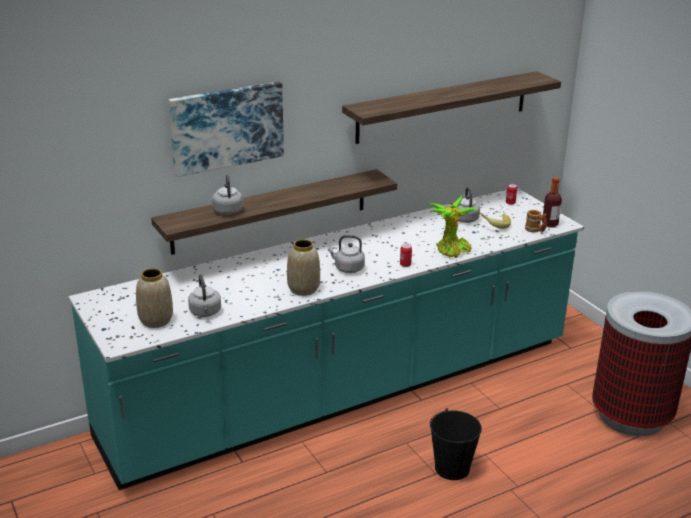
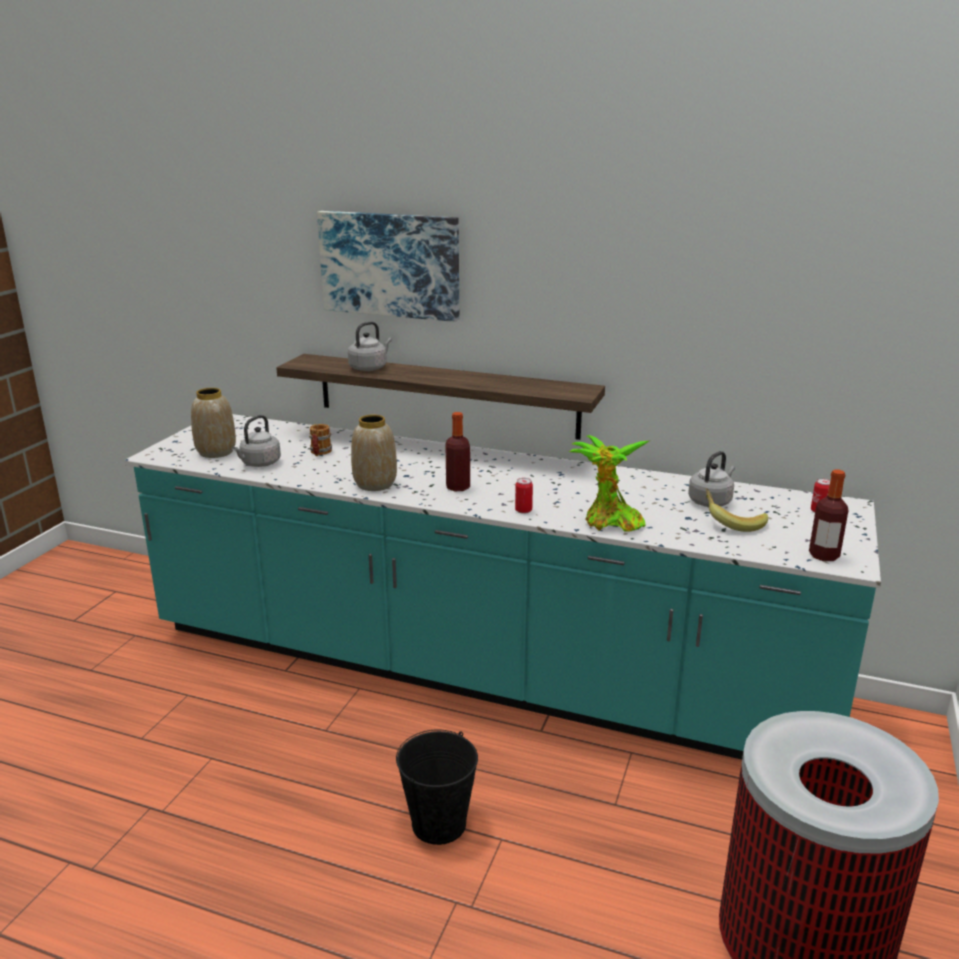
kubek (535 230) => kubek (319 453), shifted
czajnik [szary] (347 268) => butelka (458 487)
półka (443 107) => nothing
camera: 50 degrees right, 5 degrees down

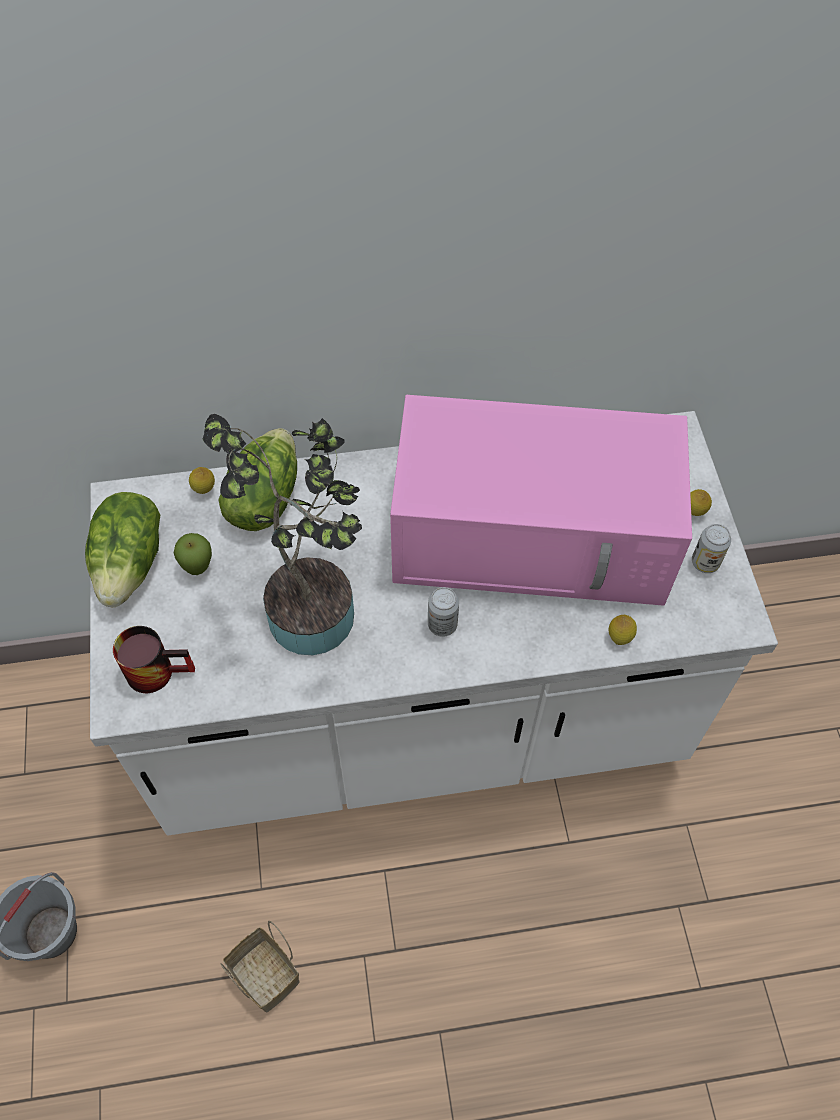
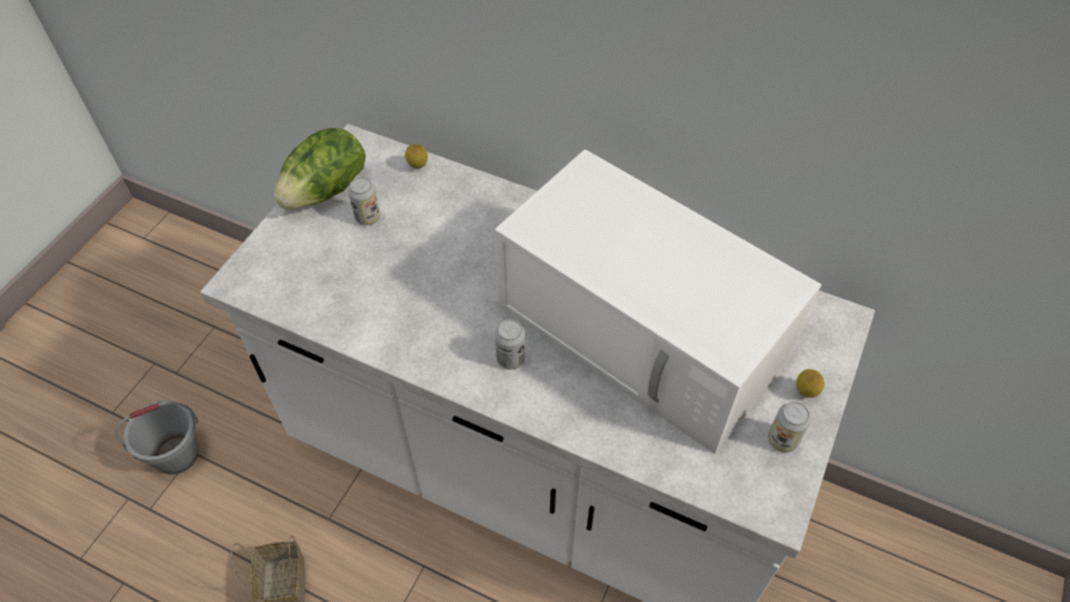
jabłko (198 568) => puszka (368 217)
mikrofalówka [różowy] (535 534) => mikrofalówka [biały] (645 332)
kubek (158 668) => nothing
roślina doniczkowa (314 607) => nothing
sałata (263 499) => nothing
cytryna (619 638) => nothing
camera: 35 degrees right, 5 degrees down

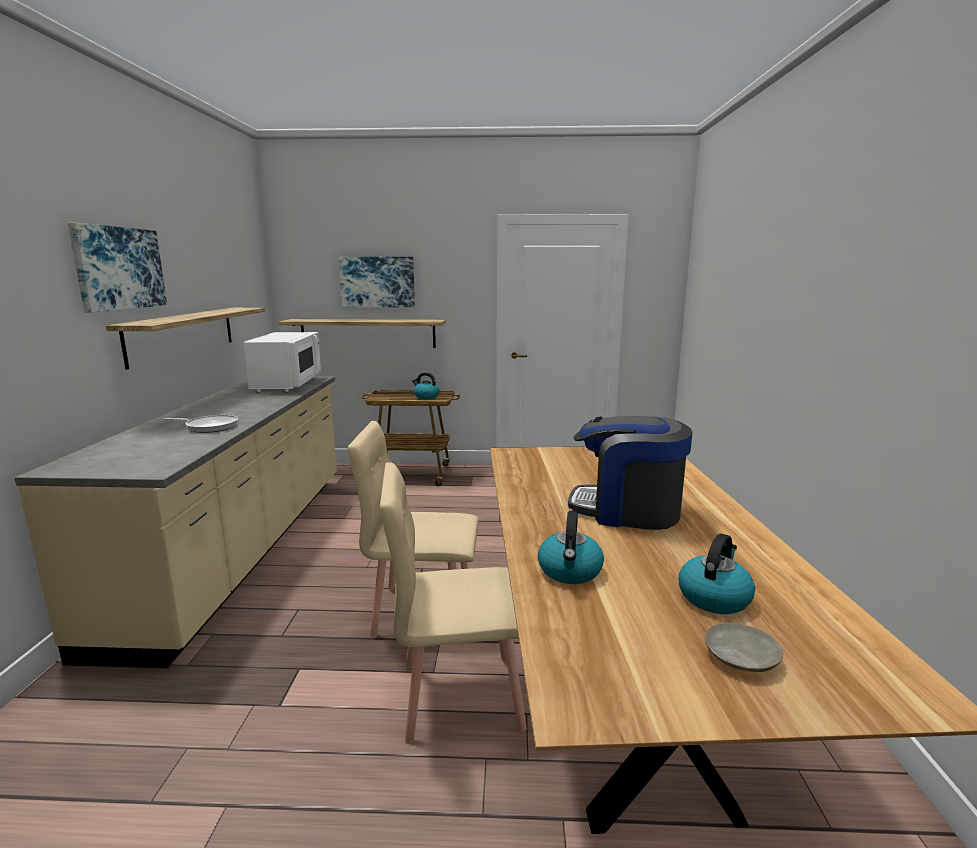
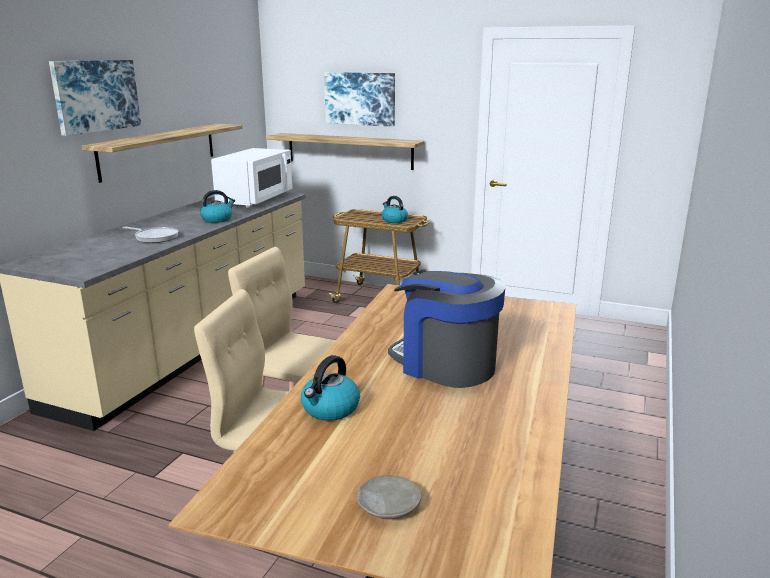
czajnik (714 597) => czajnik (217 219), shifted
camera: 20 degrees right, 5 degrees up

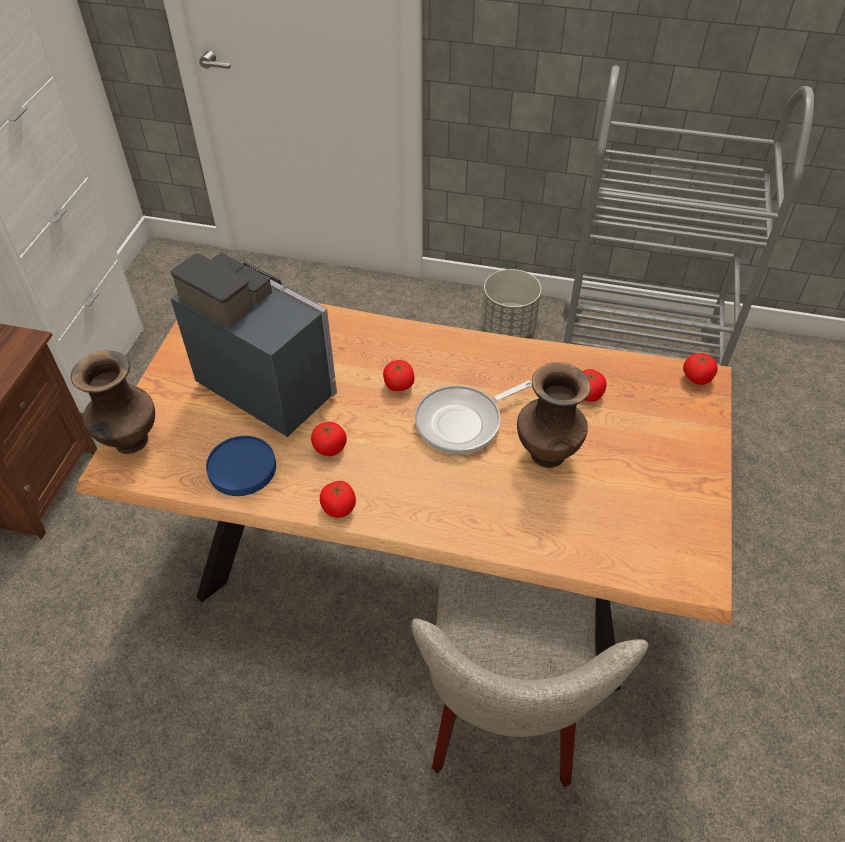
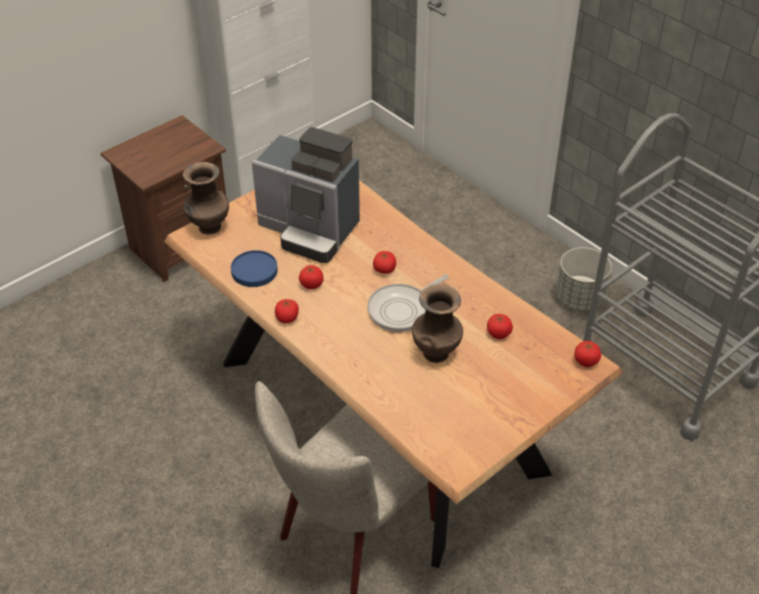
ekspres do kawy (268 381) => ekspres do kawy (310 230), 135 degrees clockwise
patelnia (463 422) => patelnia (402 309), 45 degrees counterclockwise
camera: 35 degrees right, 5 degrees down

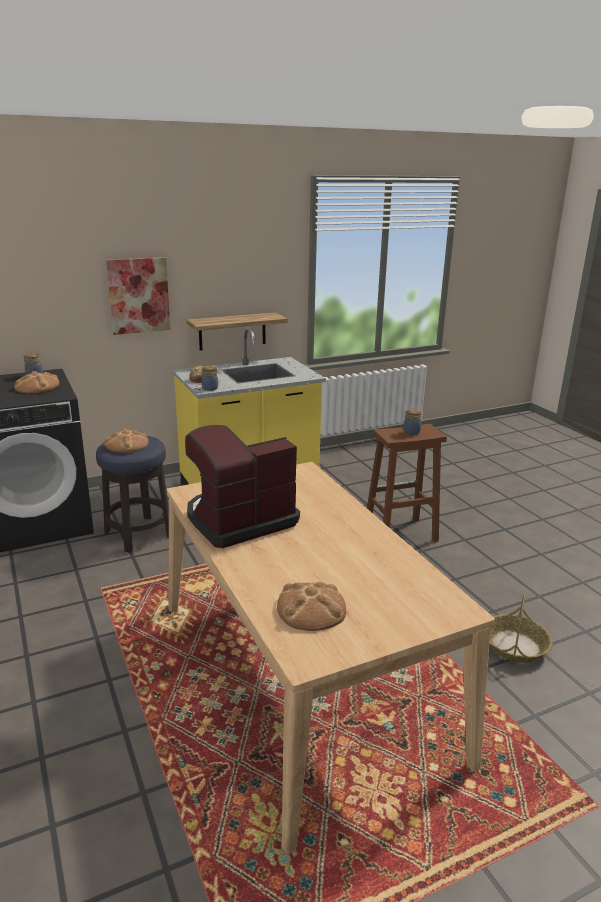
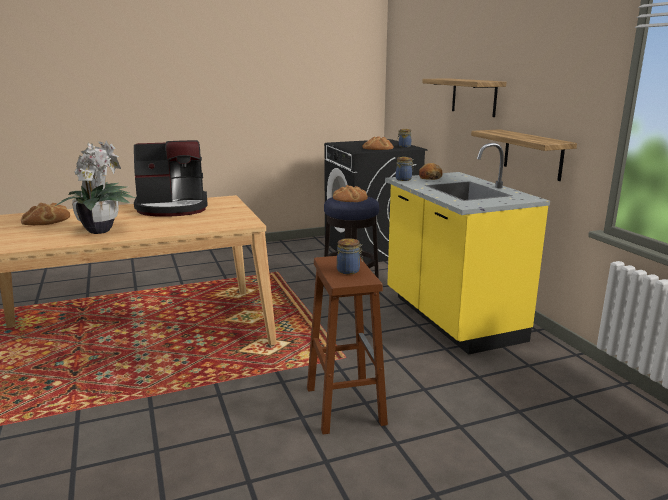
nothing => roślina doniczkowa (101 230)
ekspres do kawy (239 520) => ekspres do kawy (173 208), 105 degrees clockwise
obraz (139 295) => półka (474 97)
koszyk (515 645) => nothing
camera: 95 degrees right, 5 degrees down

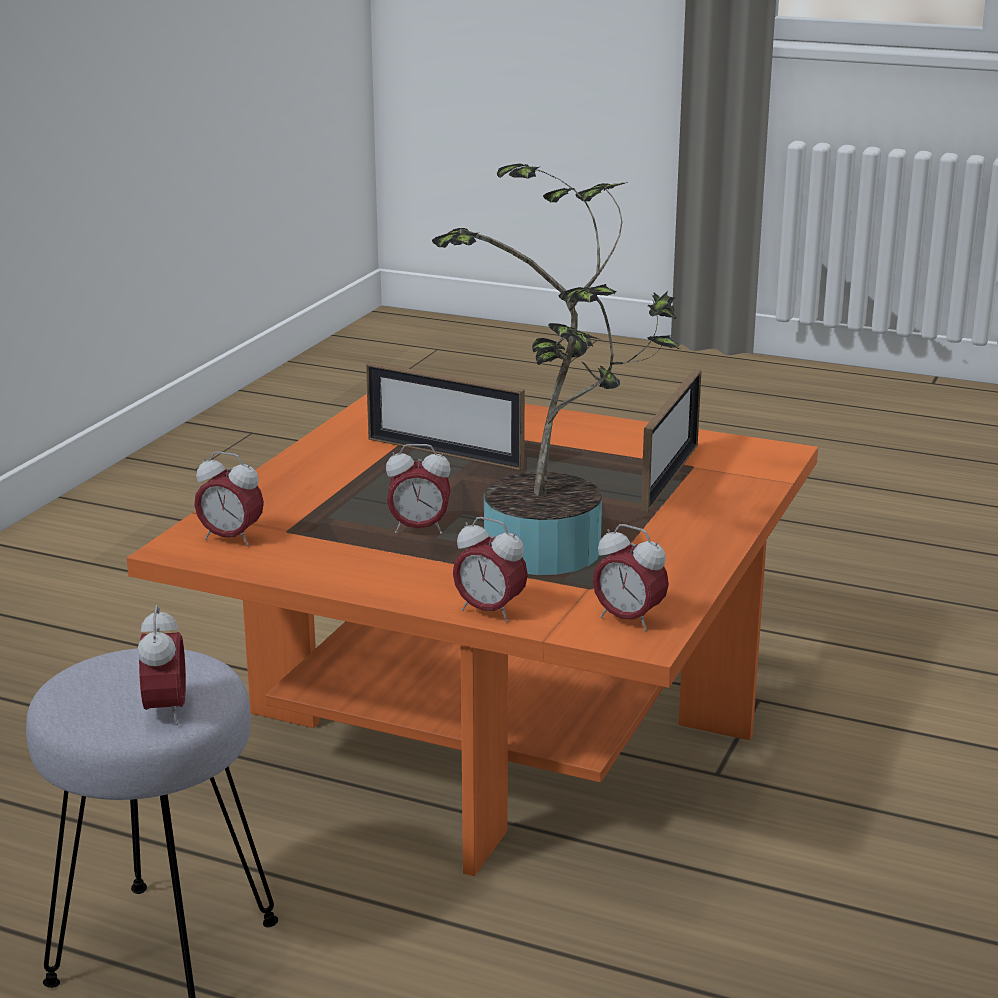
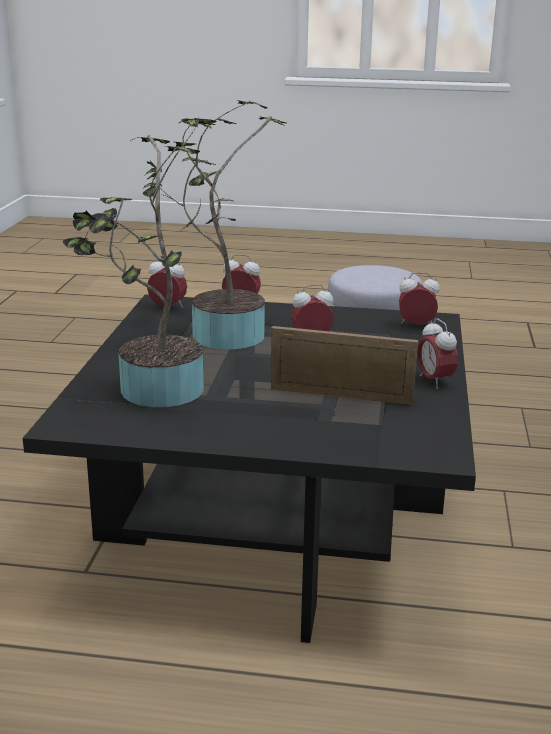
ława [pomarańczowy] (499 723) => ława [czarny] (273 525)
ramka na zdjęcie (670 477) => roślina doniczkowa (154 392)
budzik (166 711) => budzik (434 381), shifted
camera: 165 degrees right, 0 degrees up

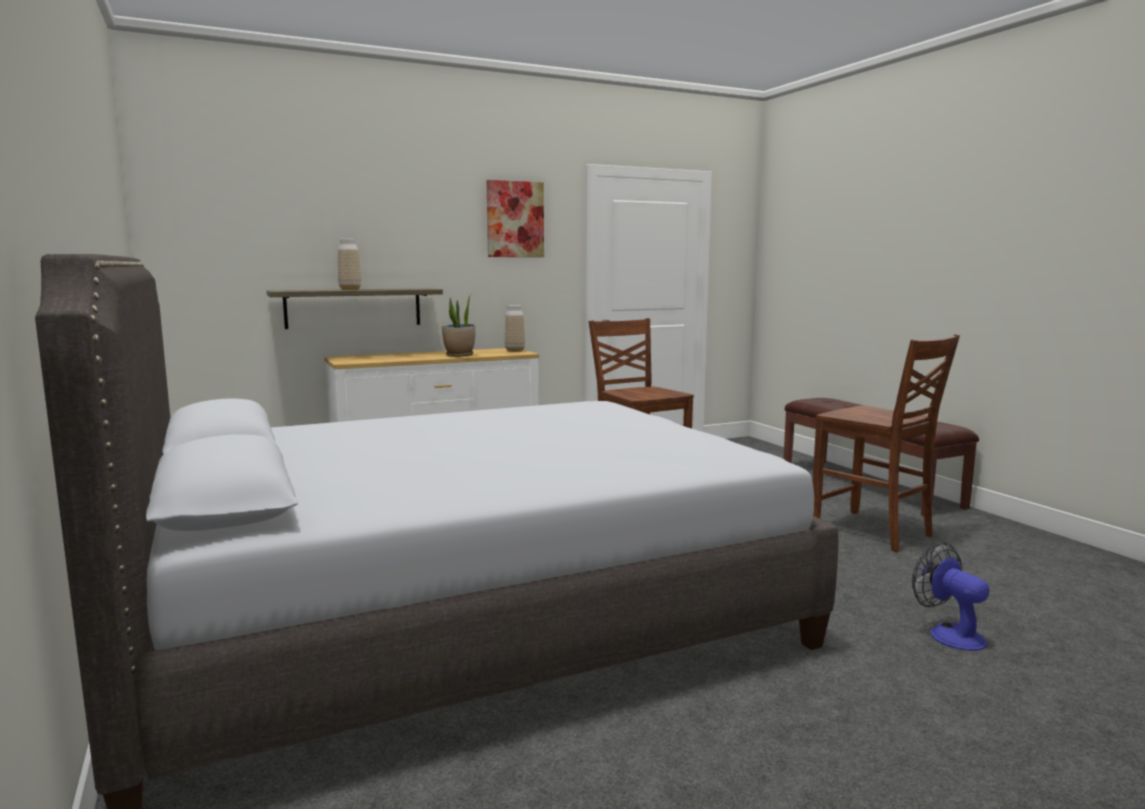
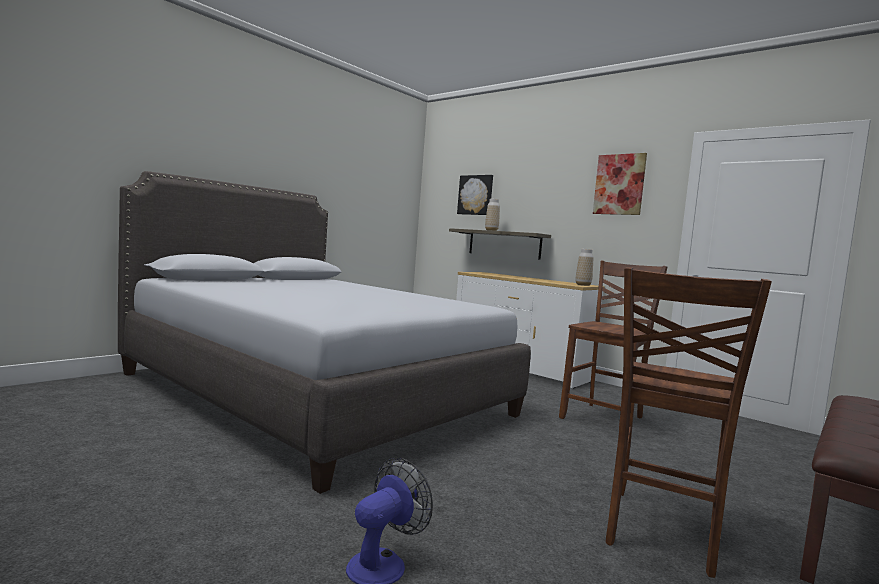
nothing => obraz (476 195)
roślina doniczkowa (459 355) => nothing
camera: 65 degrees right, 5 degrees down

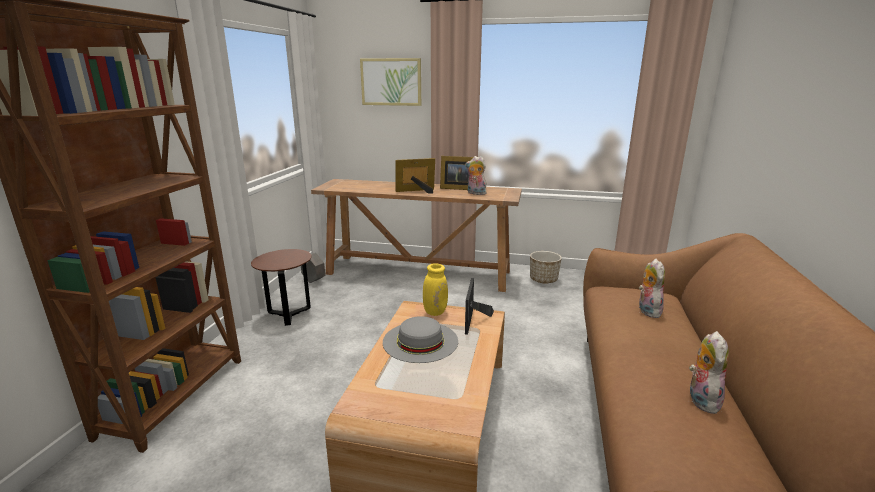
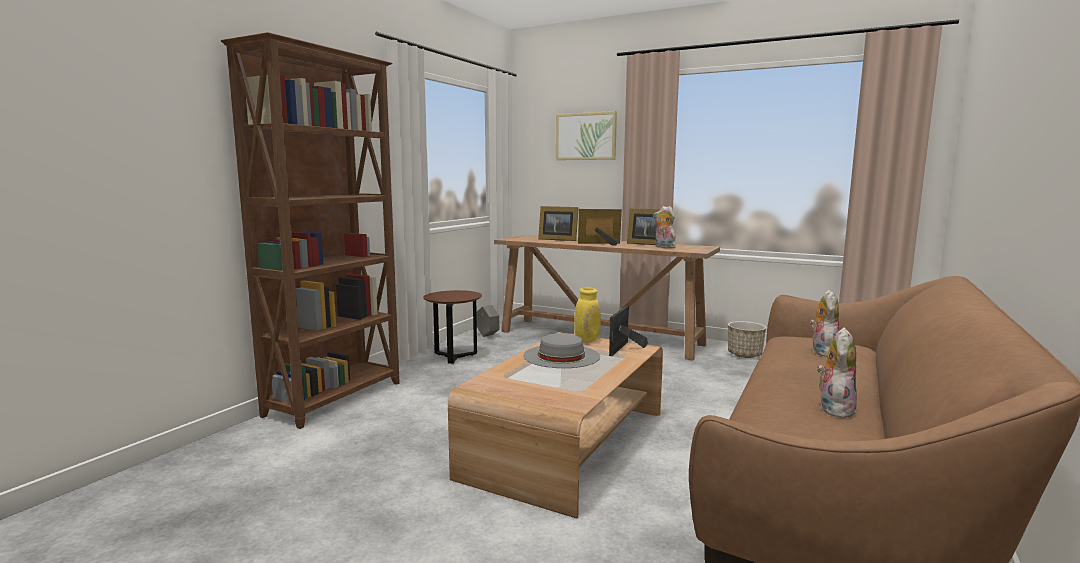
nothing => ramka na zdjęcie (557 239)
camera: 15 degrees right, 10 degrees down

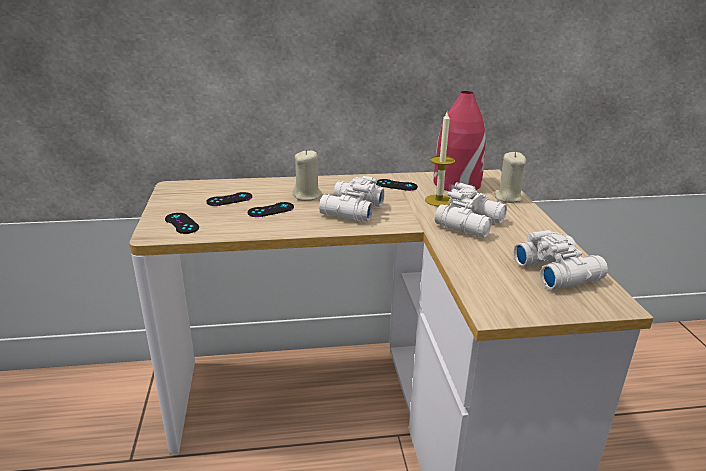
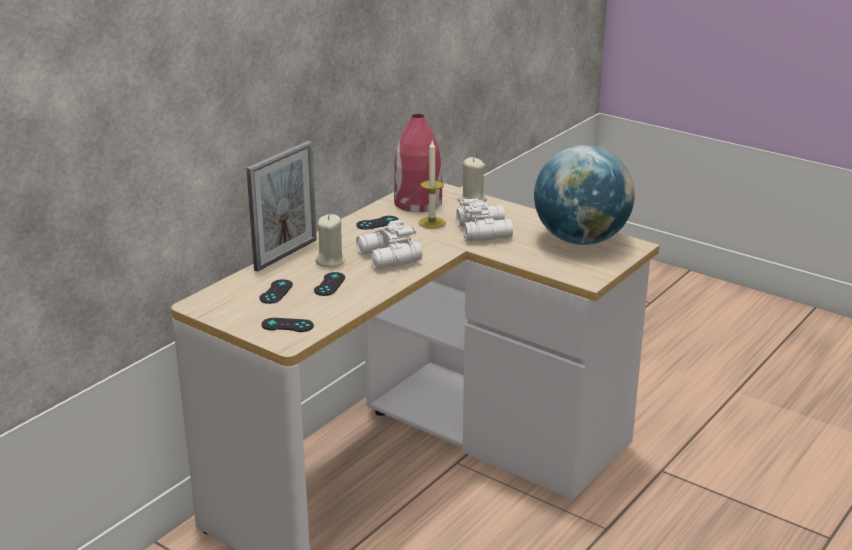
nothing => ramka na zdjęcie (286 254)
lornetka [biały] (557 271) => globus (581 240)
camera: 45 degrees left, 0 degrees up

